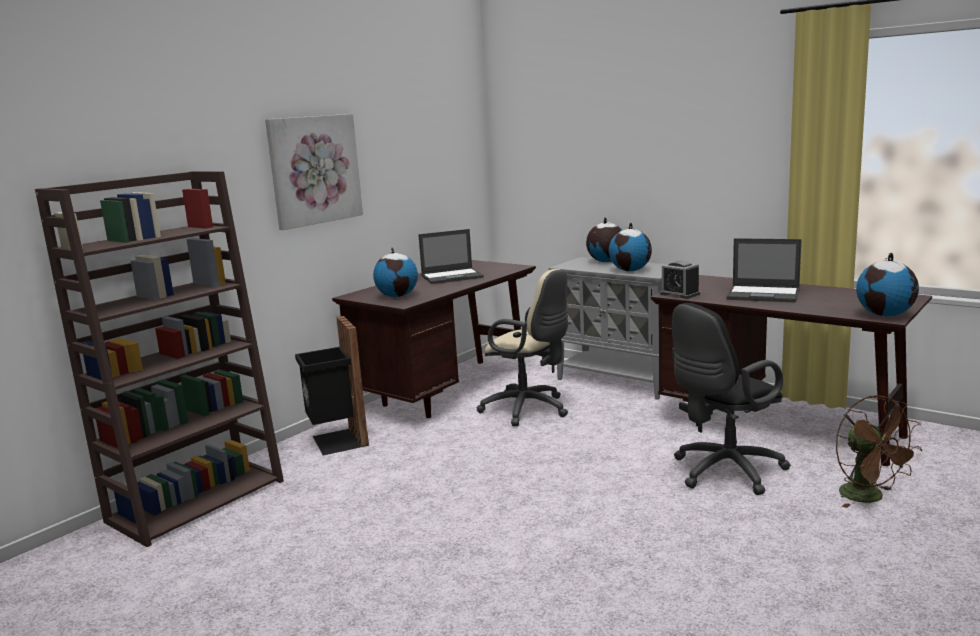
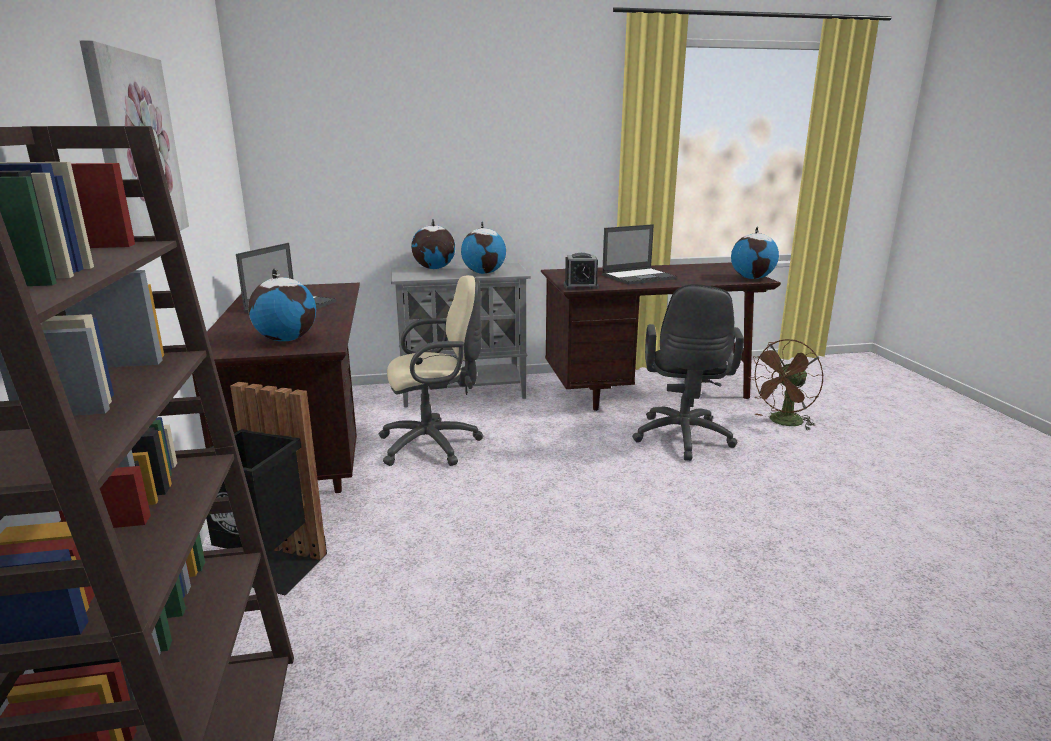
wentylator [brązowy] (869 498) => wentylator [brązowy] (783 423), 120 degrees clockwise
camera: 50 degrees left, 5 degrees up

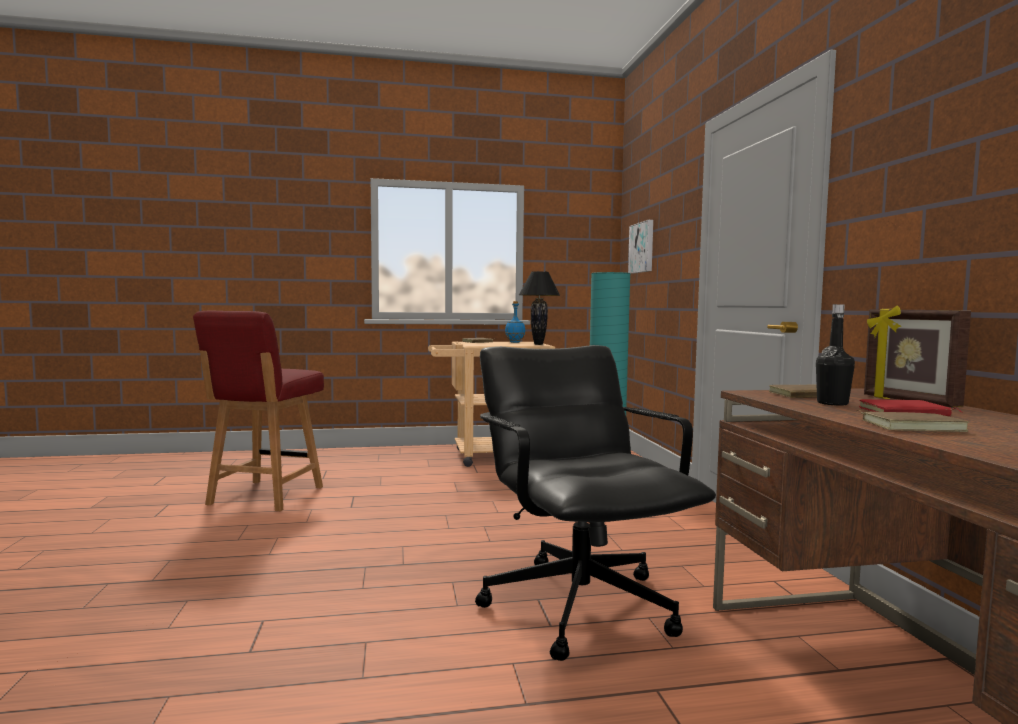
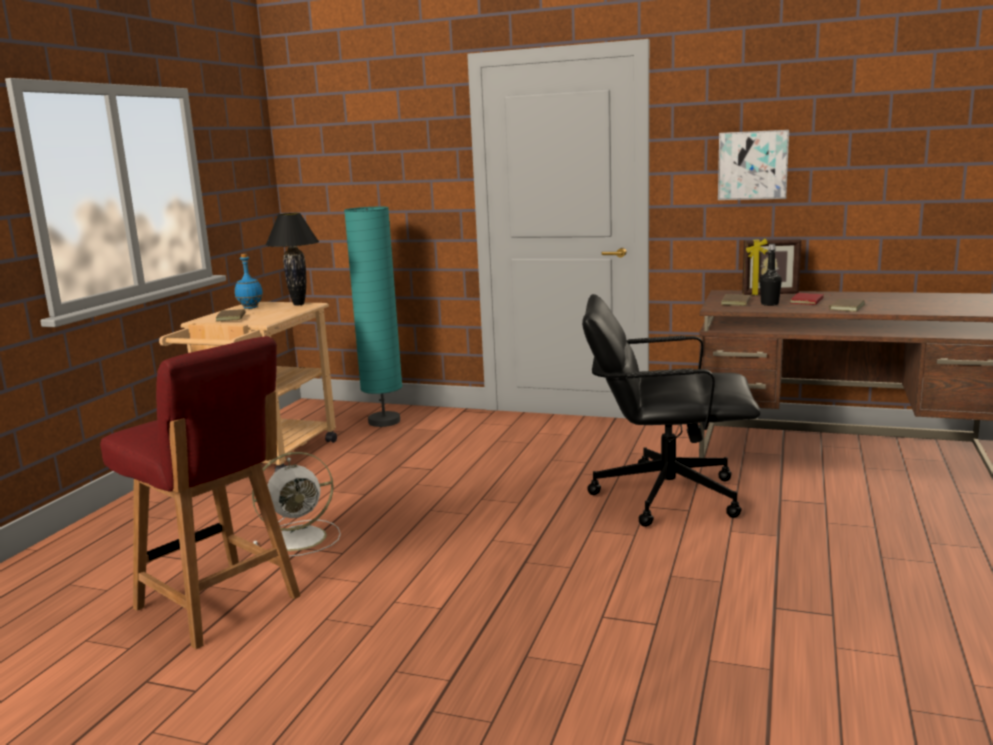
nothing => wentylator [biały] (301 538)
obraz (642 247) => obraz (753 165), shifted
camera: 60 degrees left, 10 degrees up

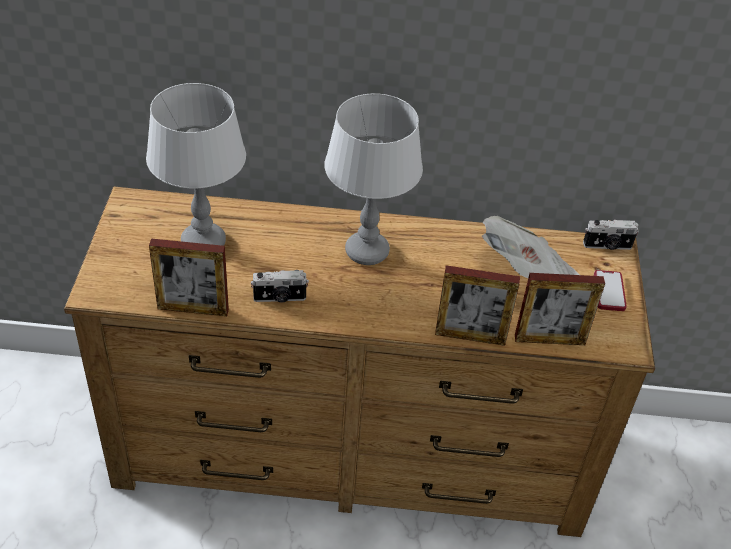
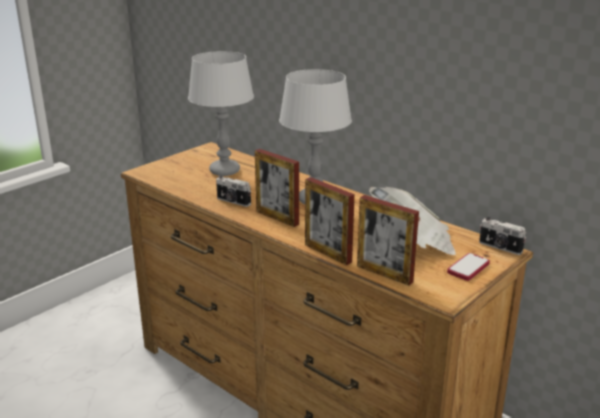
ramka na zdjęcie (193 309) => ramka na zdjęcie (277 217), shifted
camera: 40 degrees right, 20 degrees down

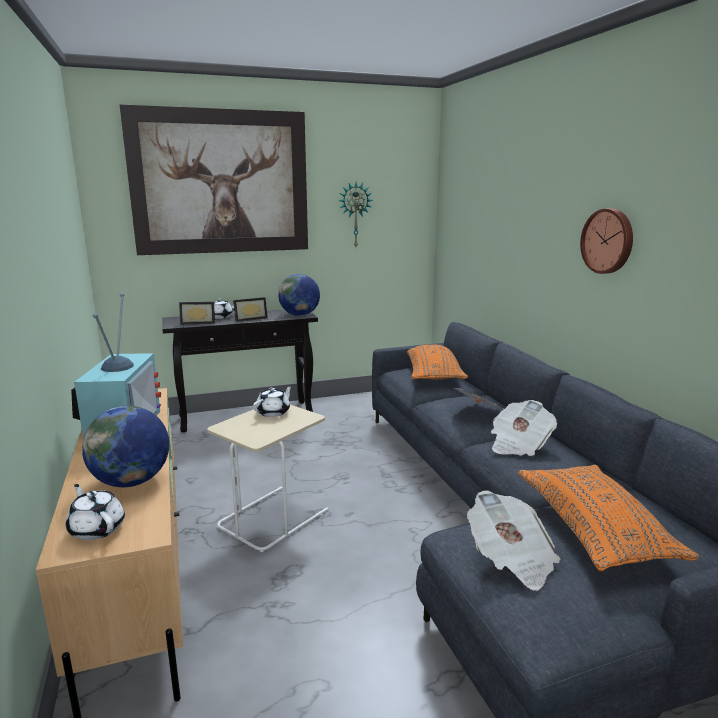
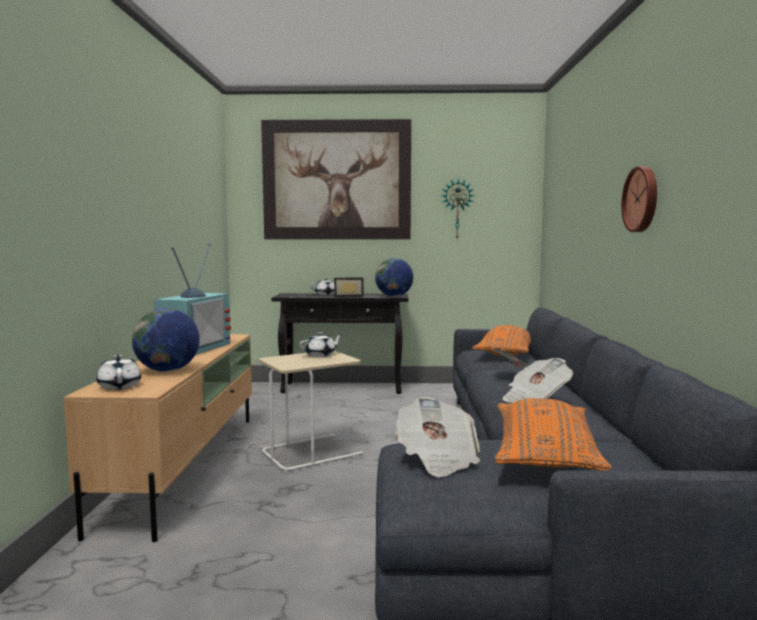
ramka na zdjęcie (198 322) => nothing
camera: 20 degrees right, 10 degrees down

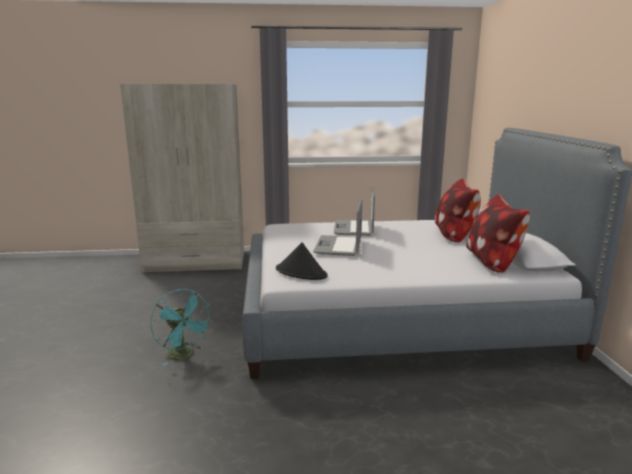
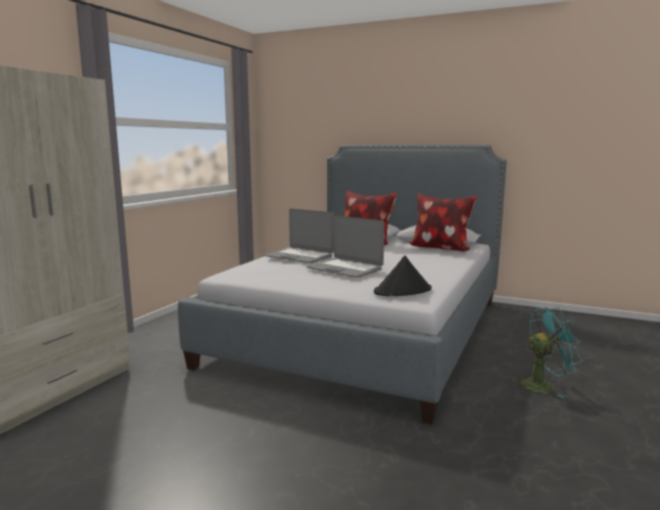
wentylator [turkusowy] (184 355) => wentylator [turkusowy] (542 385), shifted
camera: 60 degrees left, 5 degrees down

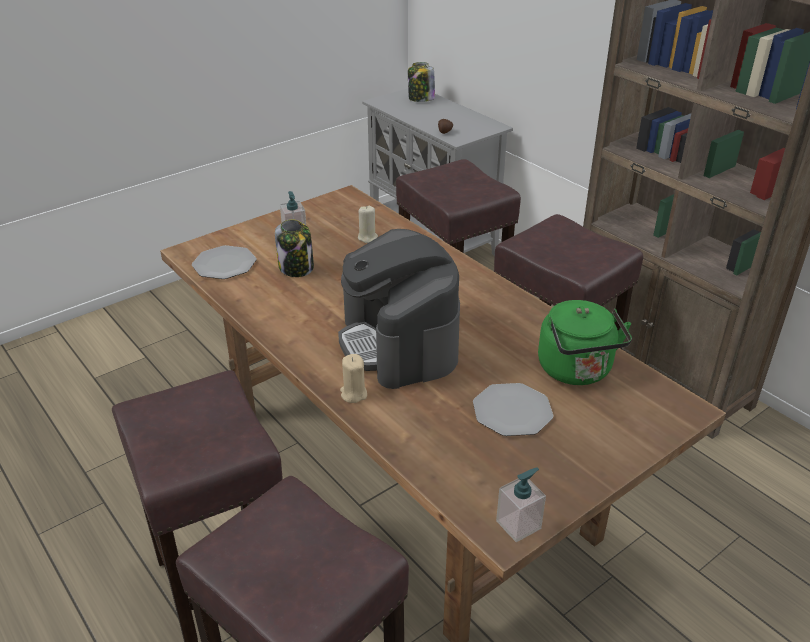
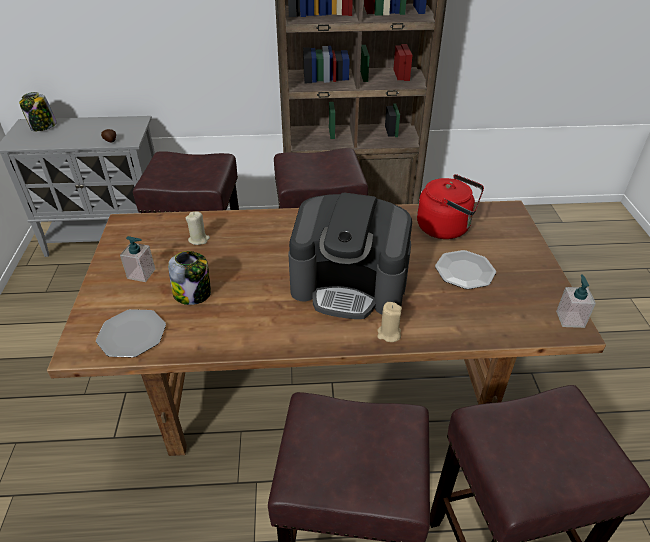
czajnik [zielony] (577 371) => czajnik [czerwony] (446 228)
camera: 55 degrees left, 5 degrees up

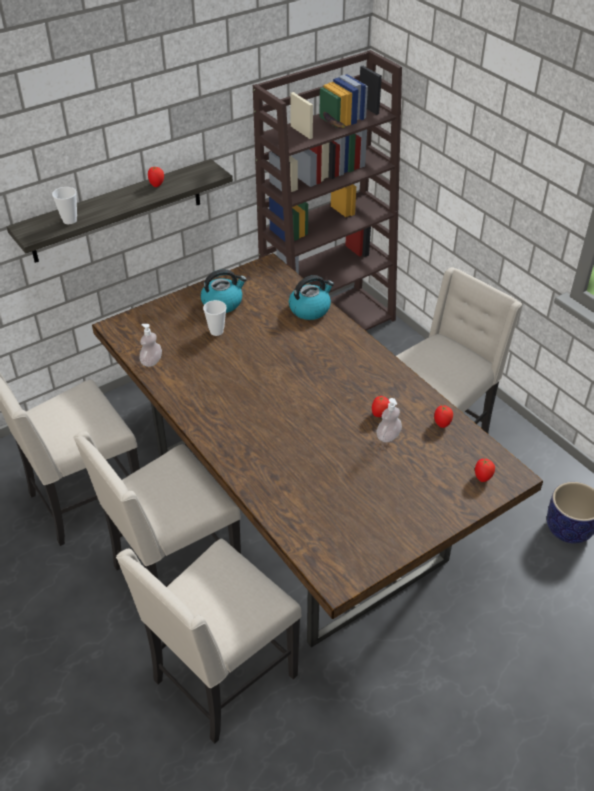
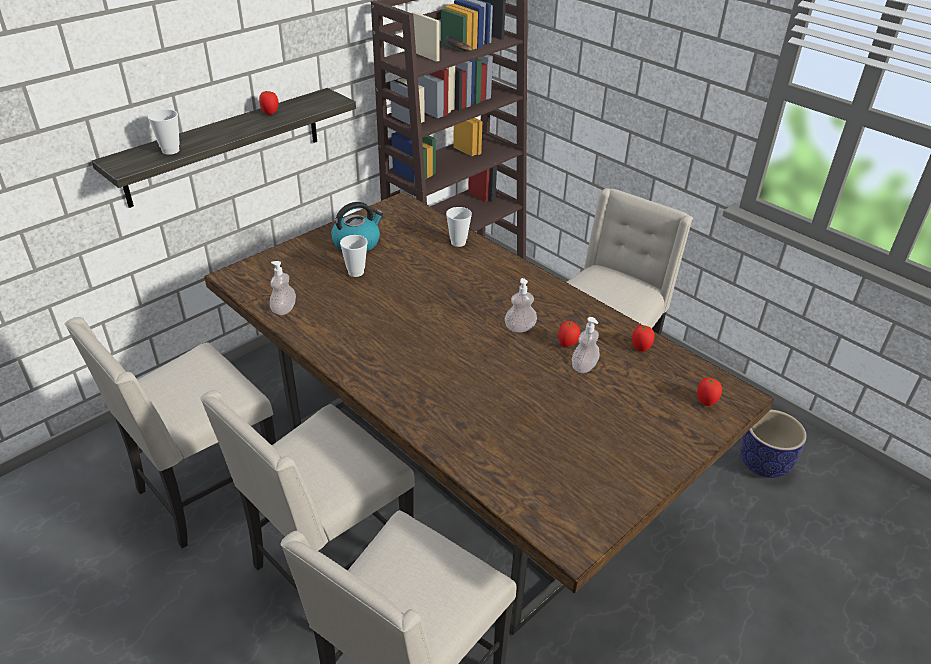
czajnik (310 309) => filiżanka (458 242)
nothing => dozownik mydła (520 328)
camera: 10 degrees left, 5 degrees down

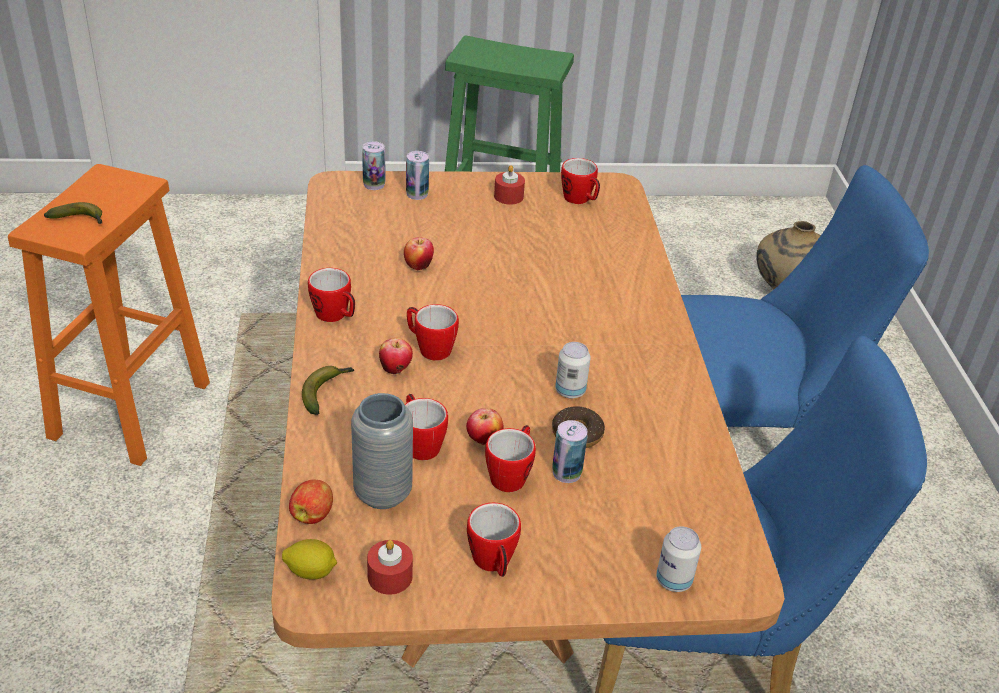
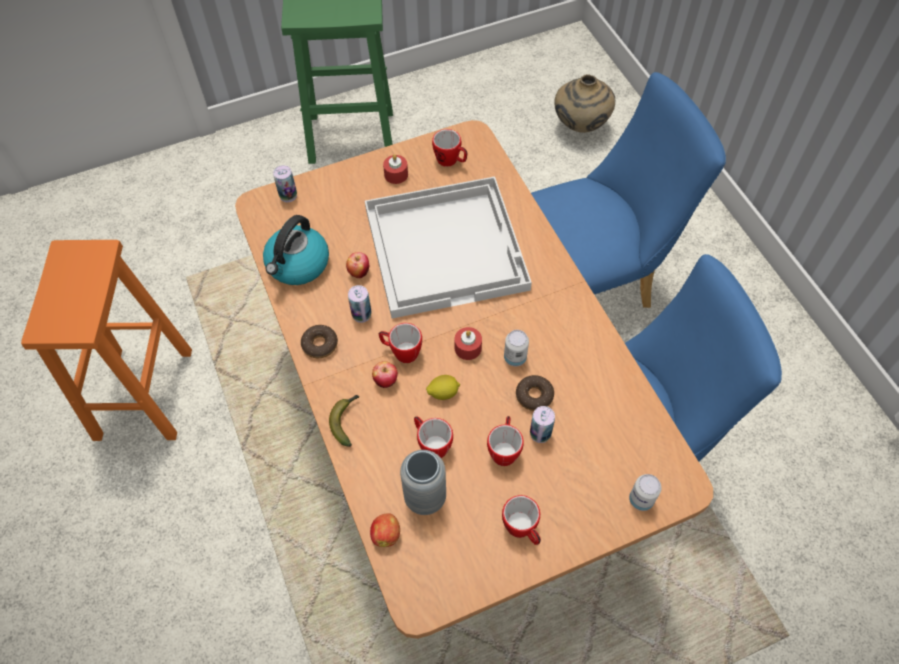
nothing => czajnik (298 265)
kubek (335 316) => donut (320 344)
puszka (417 194) => puszka (361 314), shifted
nothing => taca [biały] (446 247)
cytryna (311 572) => cytryna (443 392), shifted
świeca [czerwony] (390 576) => świeca [czerwony] (468 348), shifted
banan (80 220) => nothing
jabłko (483 441) => nothing
camera: 15 degrees left, 20 degrees up

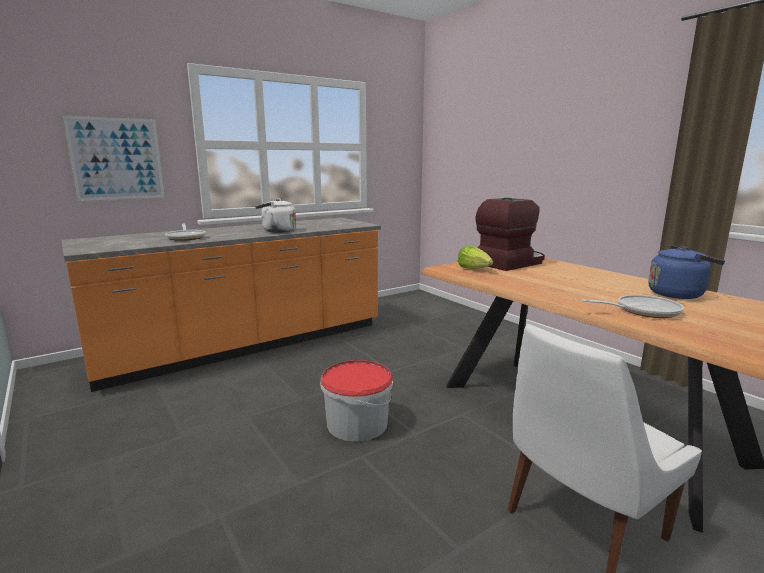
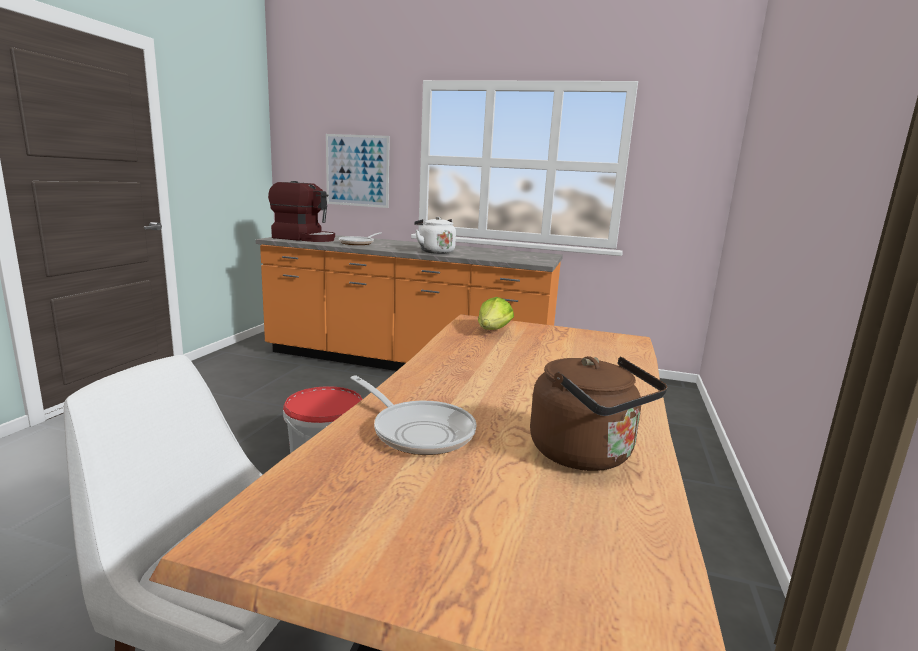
ekspres do kawy (510 263) => ekspres do kawy (305 238), shifted
czajnik [niebieski] (678 294) => czajnik [brązowy] (586 455)
camera: 50 degrees right, 0 degrees up

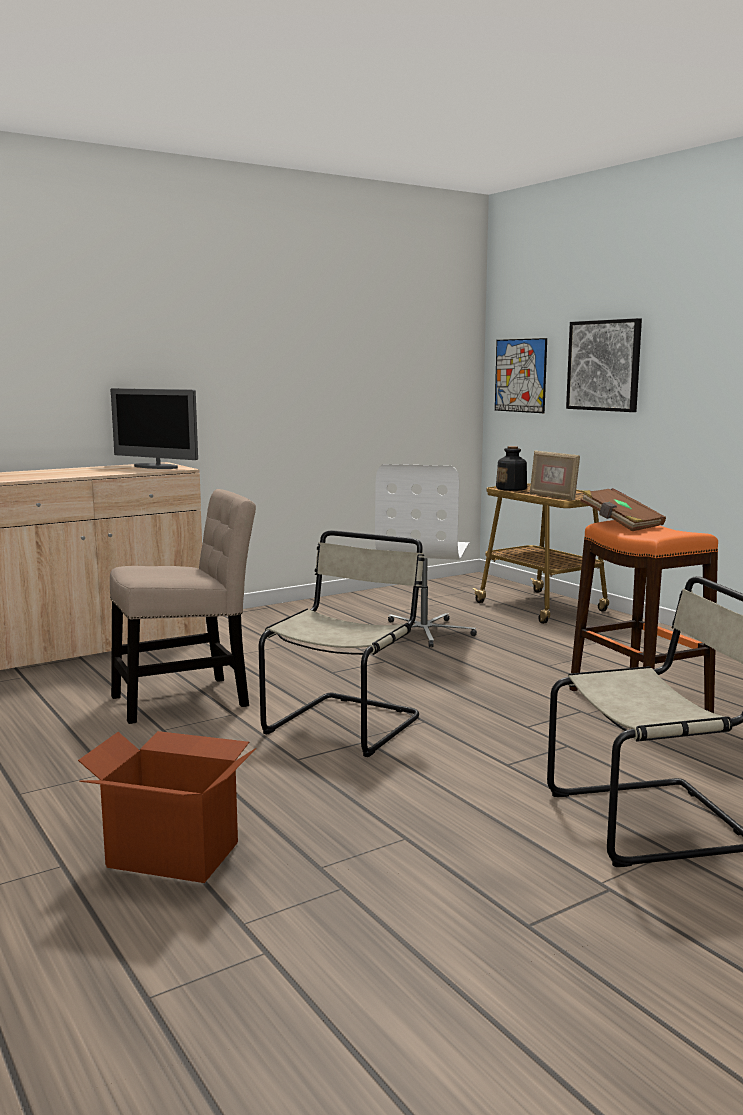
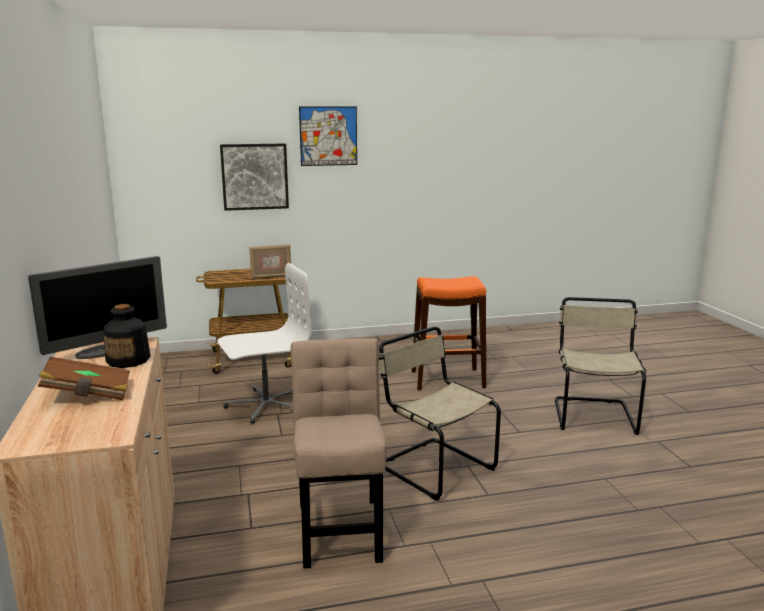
książka [brązowy] (620 524) => książka [brązowy] (88 394), shifted
butelka (511 488) => butelka (129 360), shifted
krzesło biurowe [biały] (424 632) => krzesło biurowe [biały] (265 405), 60 degrees counterclockwise
obraz (520 375) => obraz (328 136), shifted
karton (173 854) => nothing
camera: 70 degrees left, 5 degrees up

